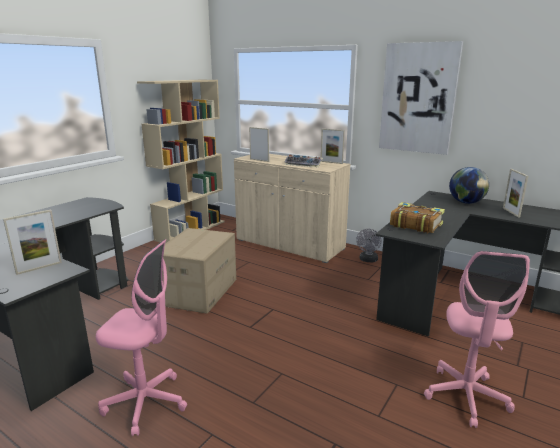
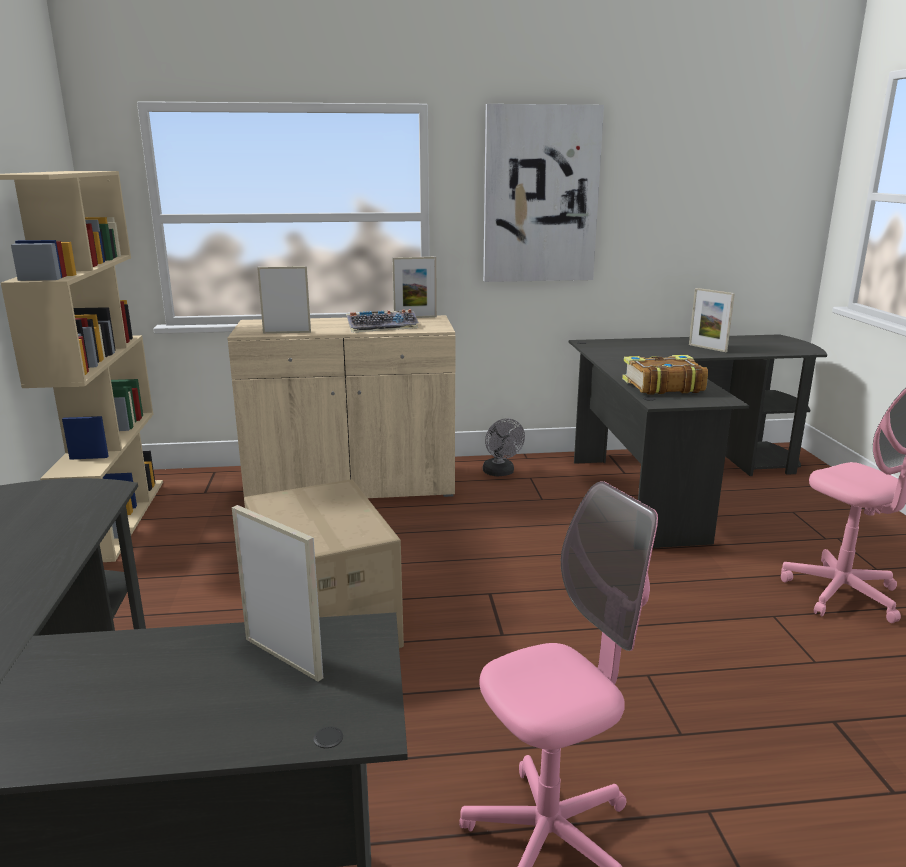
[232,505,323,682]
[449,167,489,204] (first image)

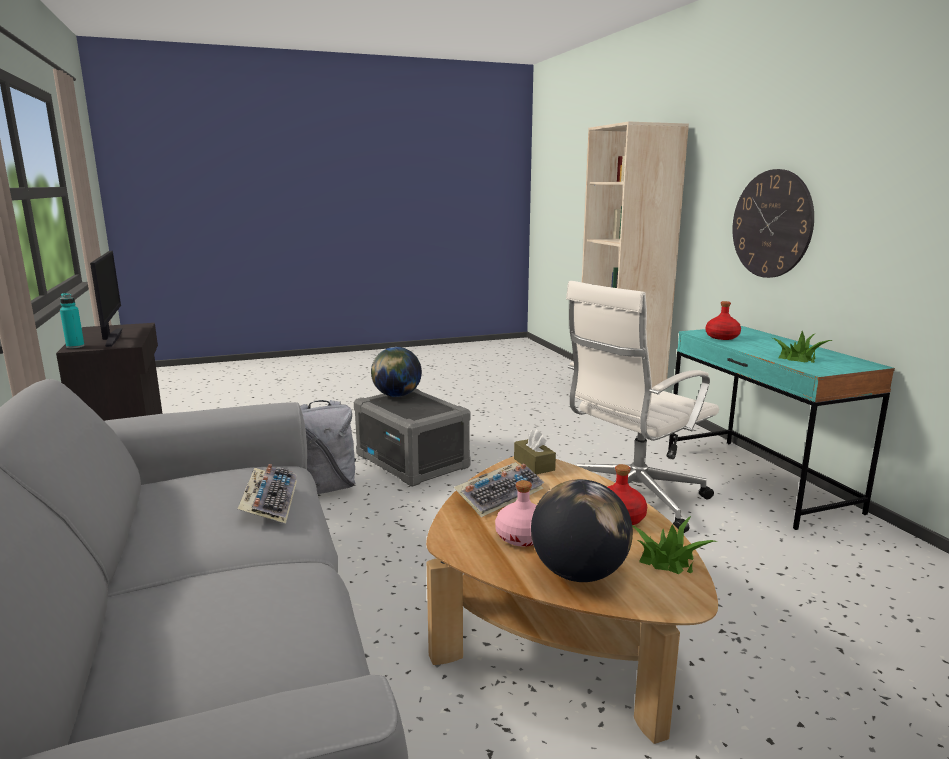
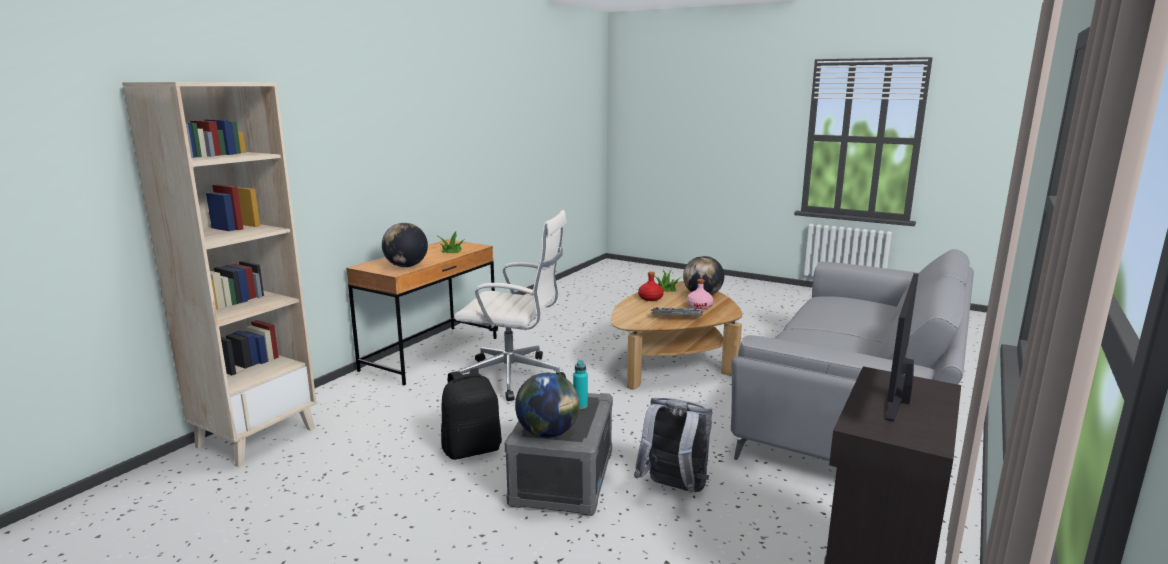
[346,239,497,385]
[382,223,428,267]
[441,368,502,460]
[573,360,588,409]
[237,464,297,523] (first image)
[514,430,556,474] (first image)
[732,169,814,278] (first image)

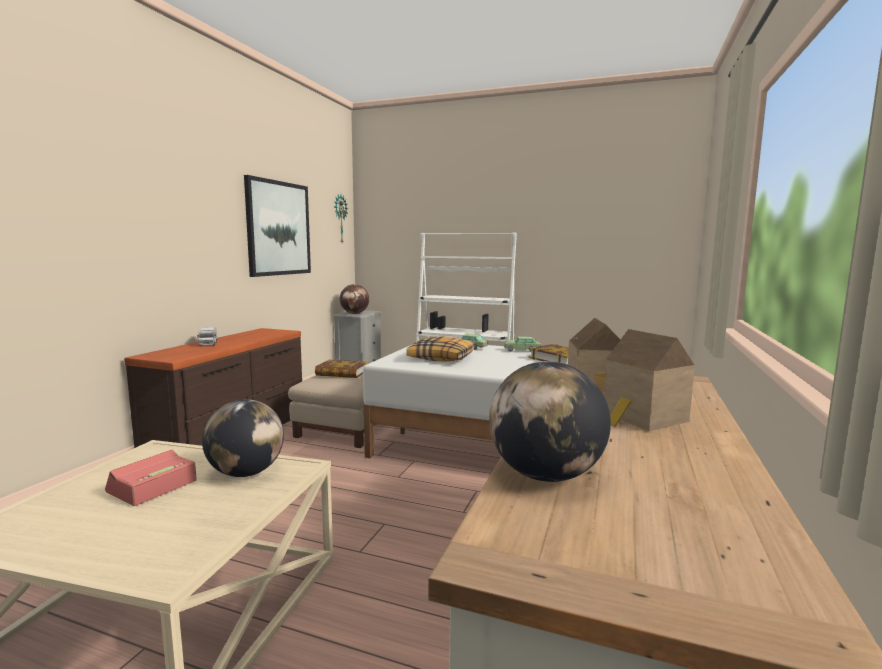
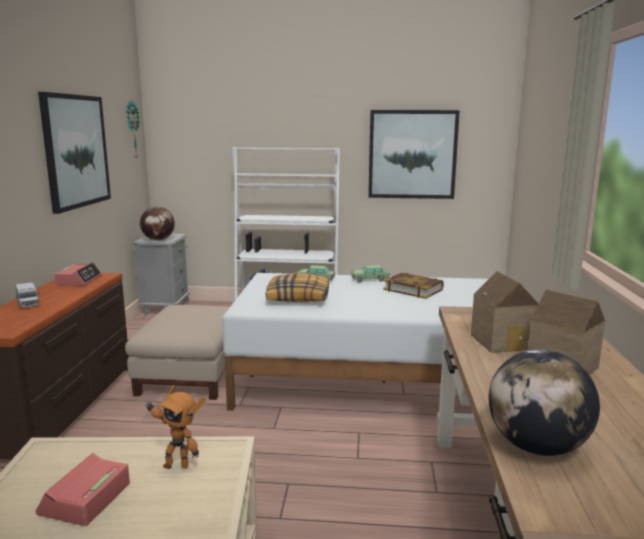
[54,262,102,286]
[145,385,206,469]
[368,110,460,199]
[315,359,368,378] (first image)

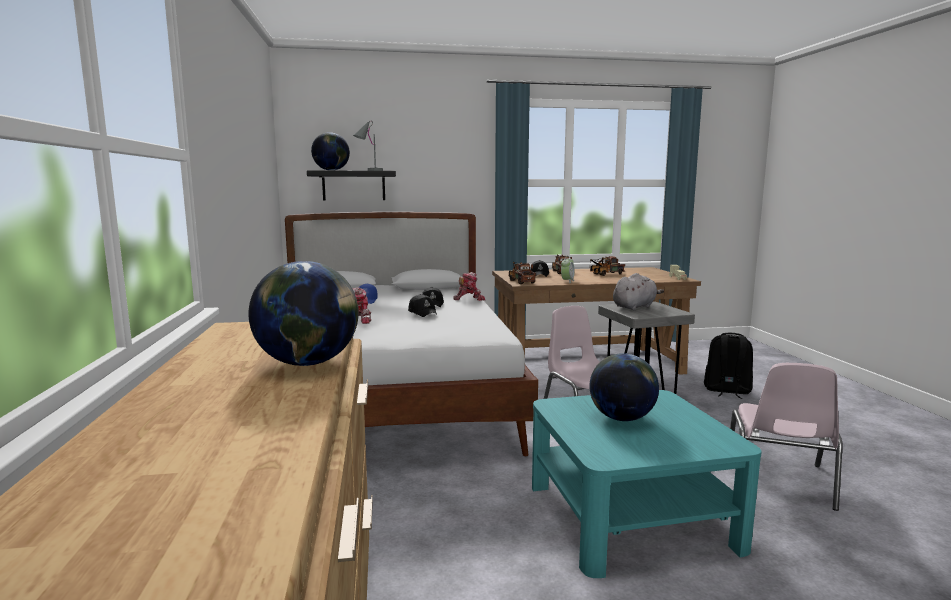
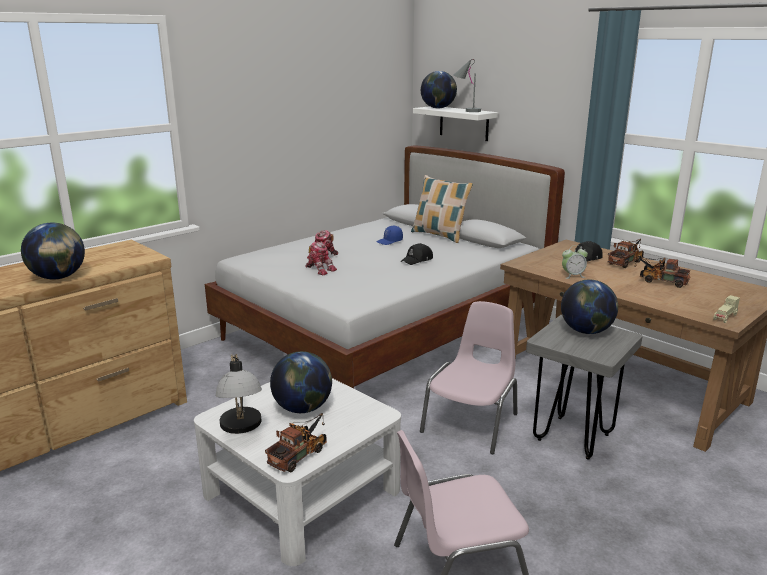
[194,378,401,566]
[216,354,262,434]
[265,413,327,472]
[305,242,337,275]
[411,175,473,243]
[413,106,498,141]
[561,280,618,334]
[408,294,437,317] (first image)
[704,333,753,399] (first image)

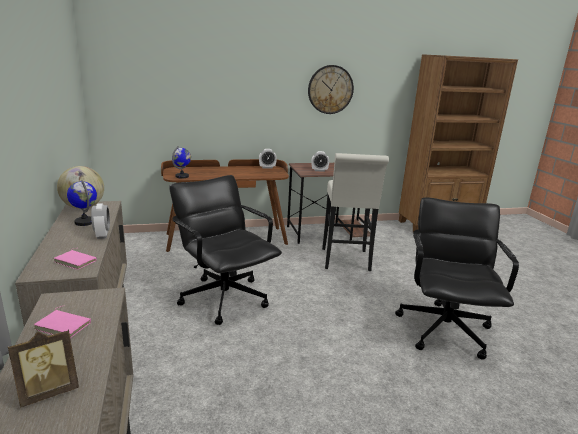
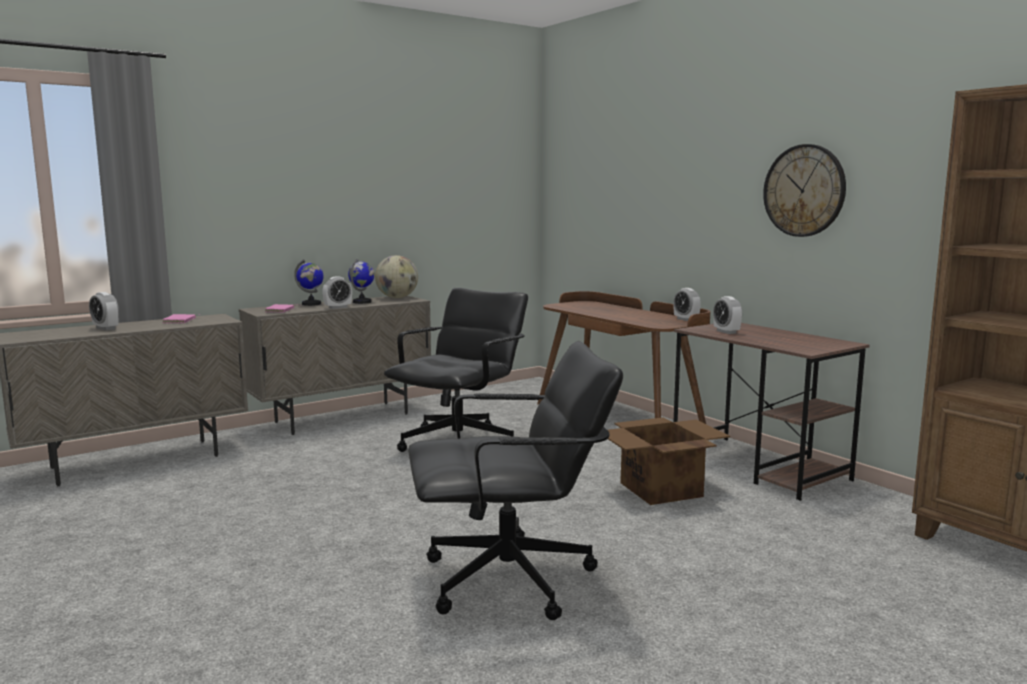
[89,292,119,331]
[294,259,324,306]
[608,417,730,505]

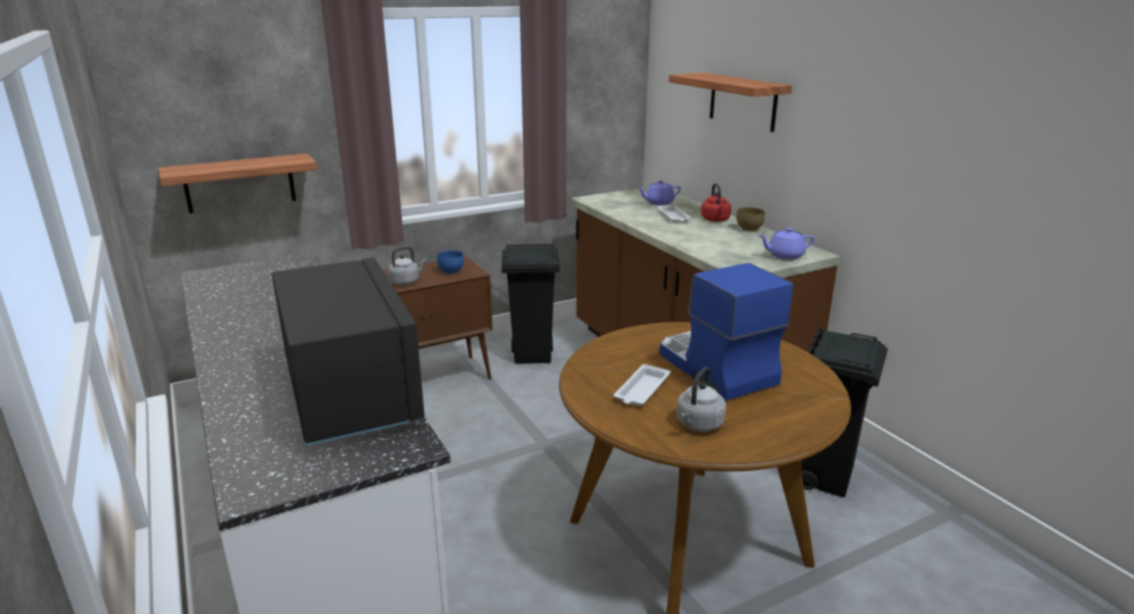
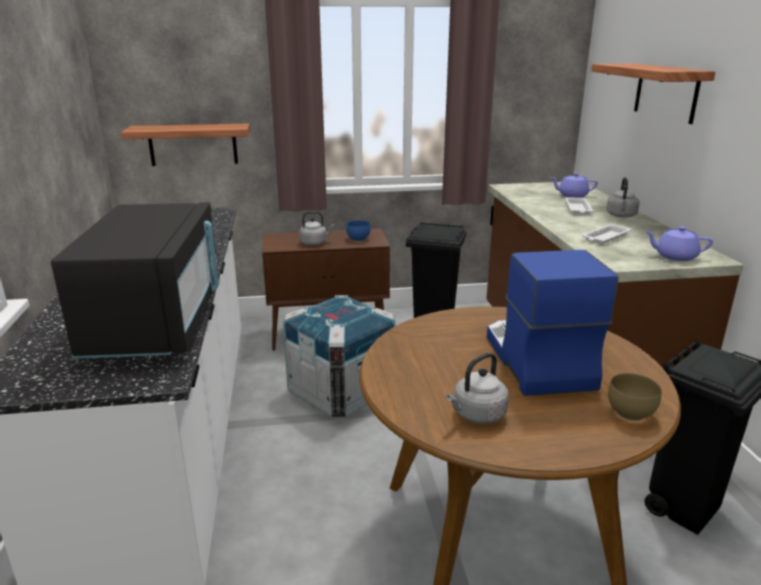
[283,295,396,419]
[582,224,632,244]
[606,177,640,218]
[608,373,662,421]

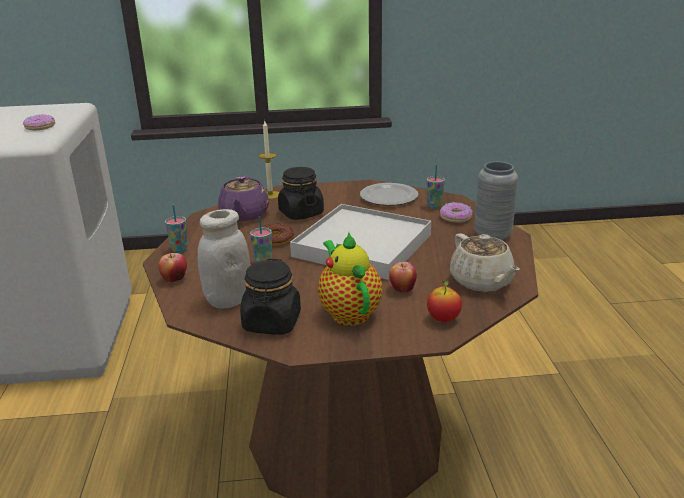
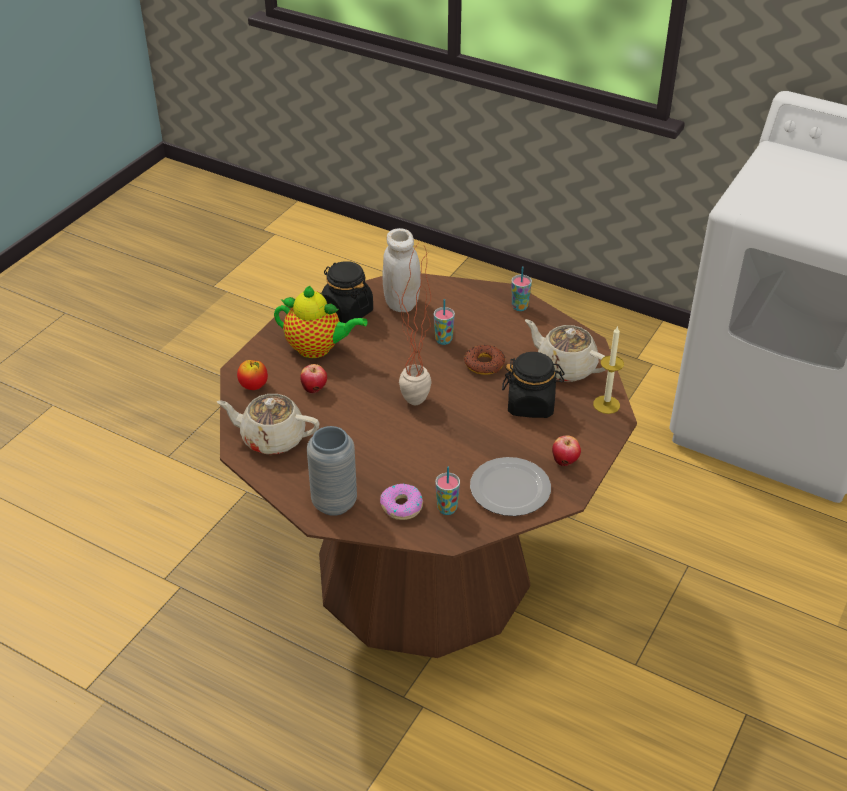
[393,244,431,405]
[525,319,606,382]
[552,436,581,466]
[23,114,55,130] (first image)

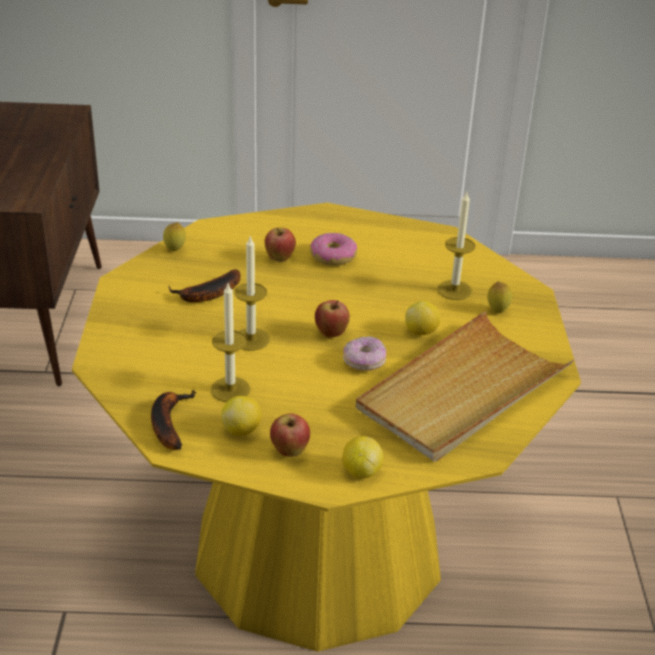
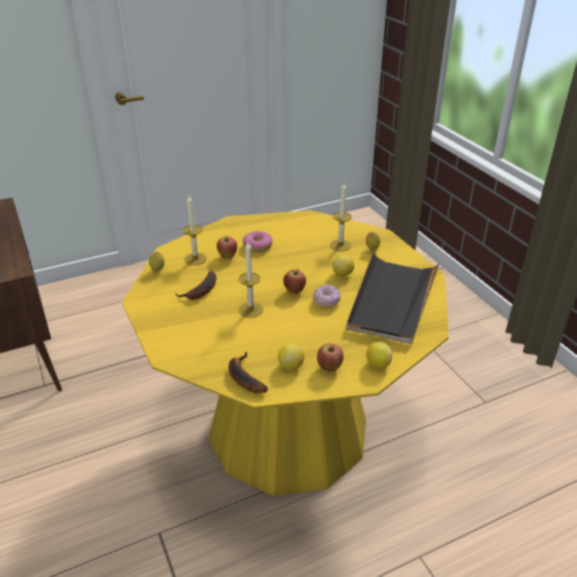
[183,195,207,265]
[346,251,440,344]

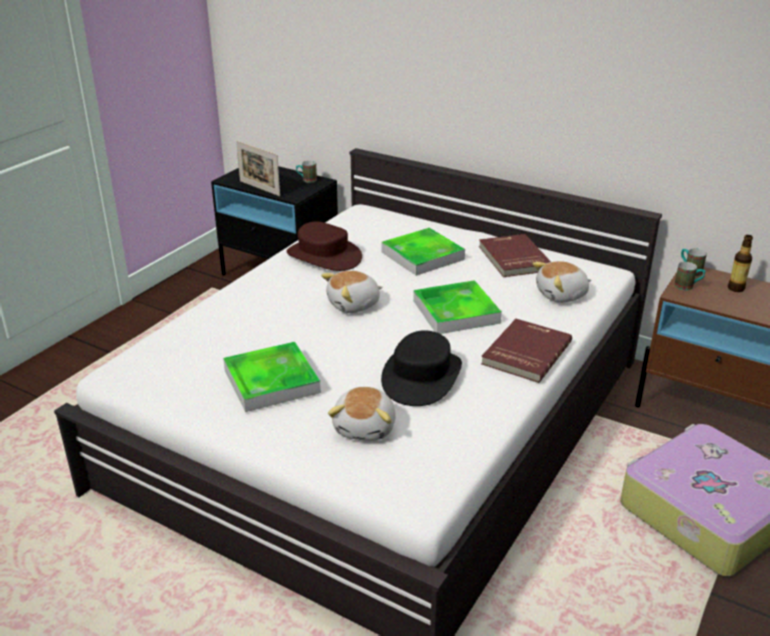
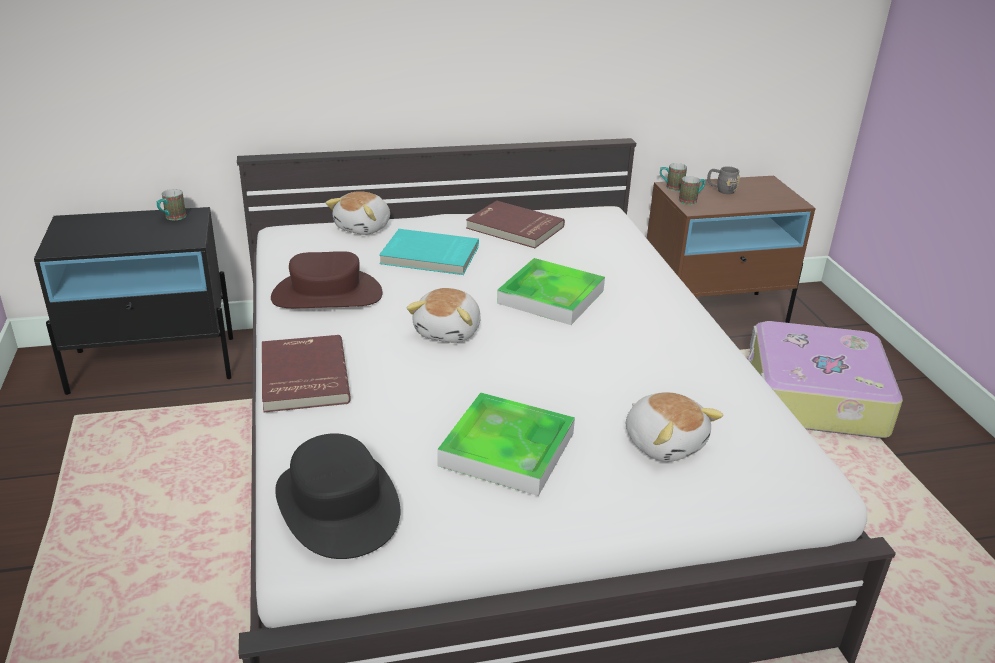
[262,335,351,412]
[275,433,400,559]
[326,191,390,235]
[379,229,479,275]
[707,166,740,194]
[236,141,280,196] (first image)

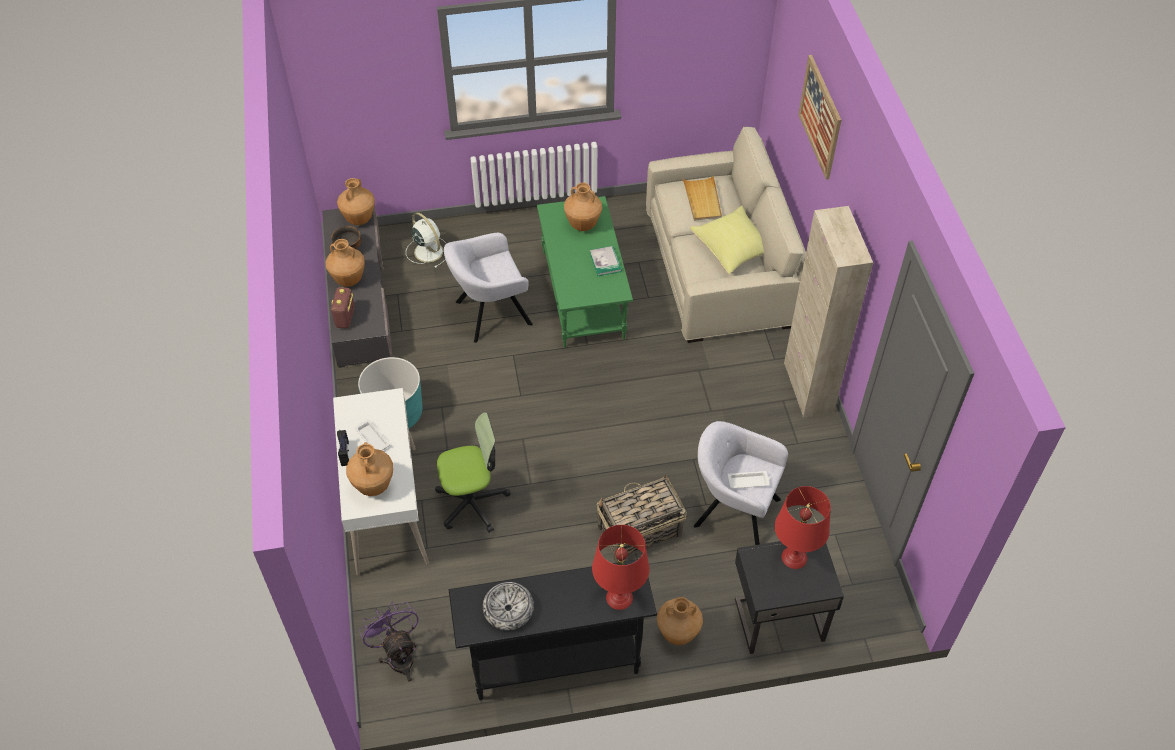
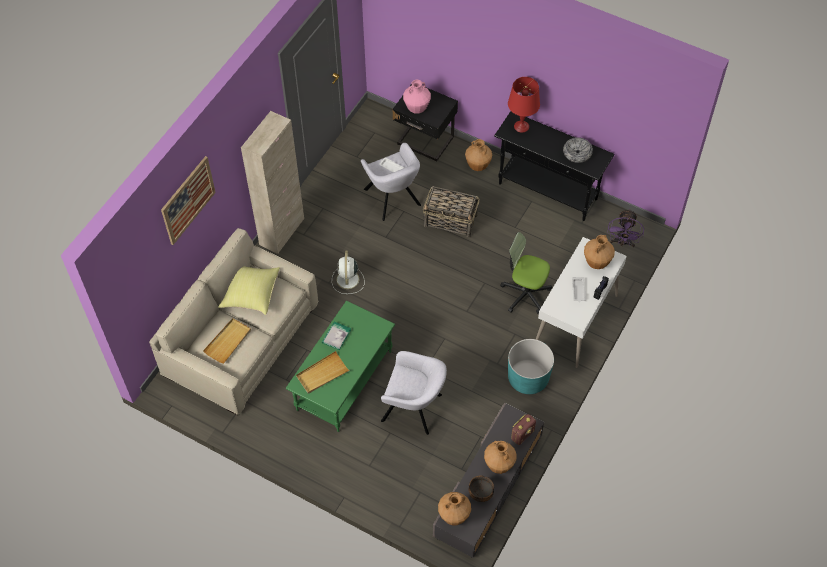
[296,351,350,394]
[332,251,365,294]
[403,80,431,114]

